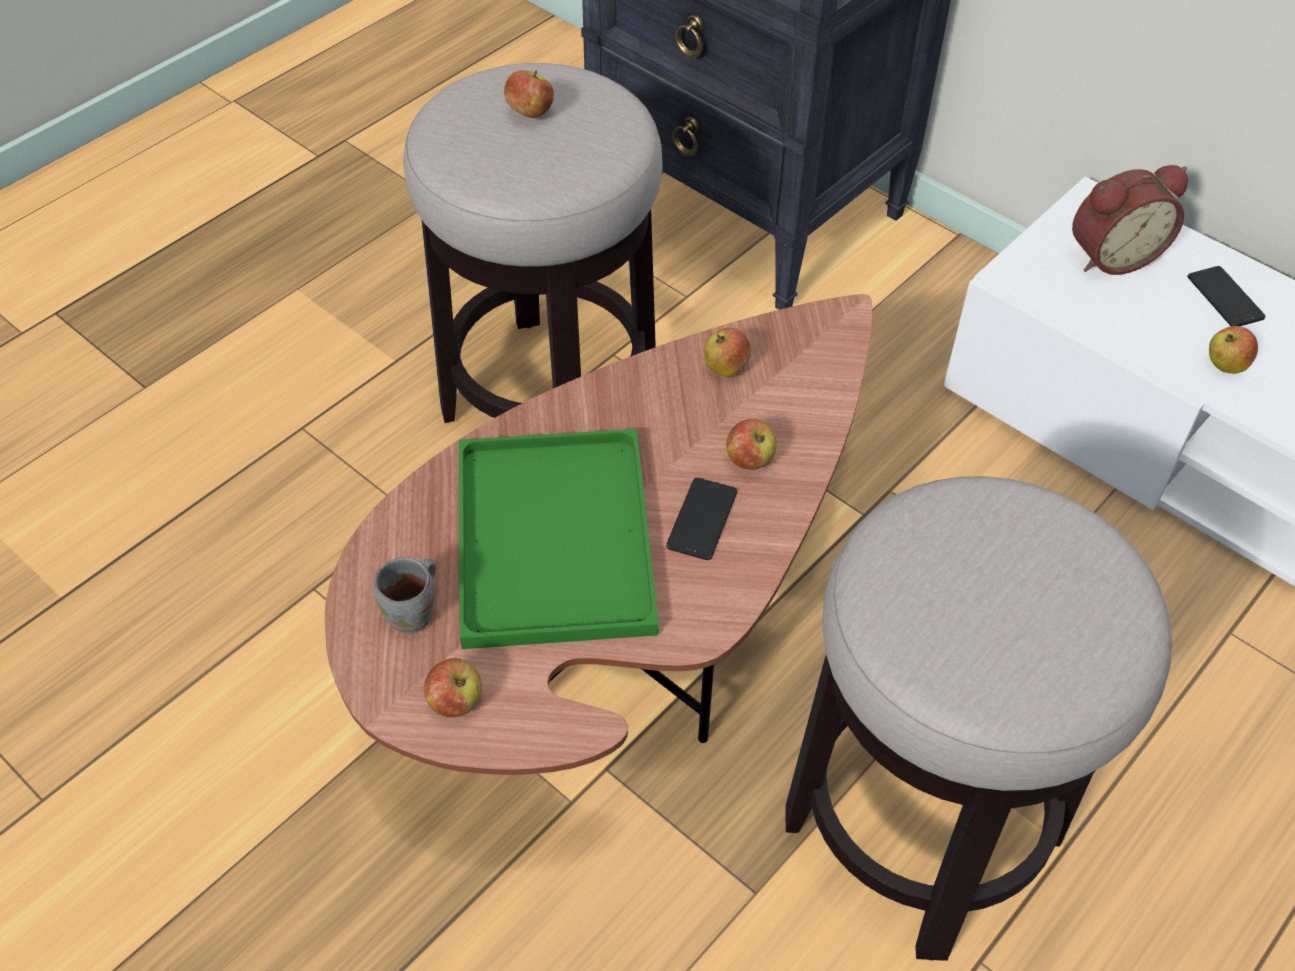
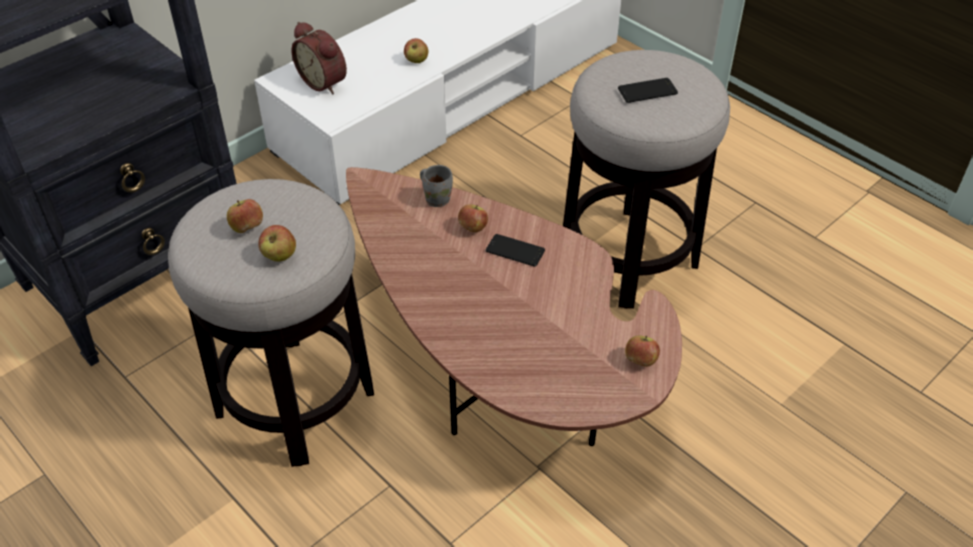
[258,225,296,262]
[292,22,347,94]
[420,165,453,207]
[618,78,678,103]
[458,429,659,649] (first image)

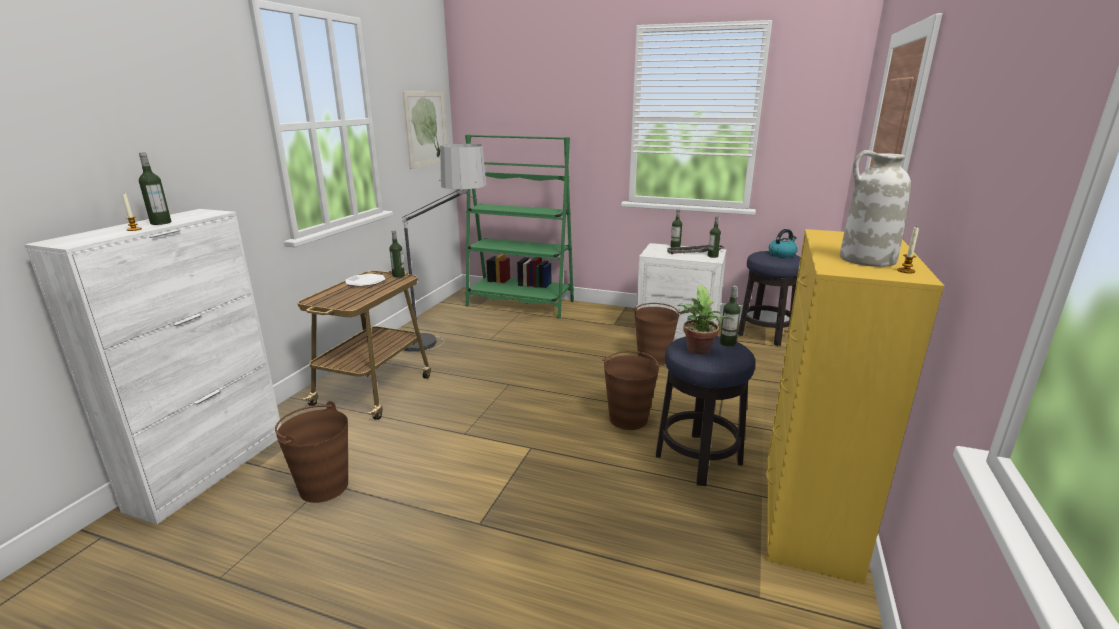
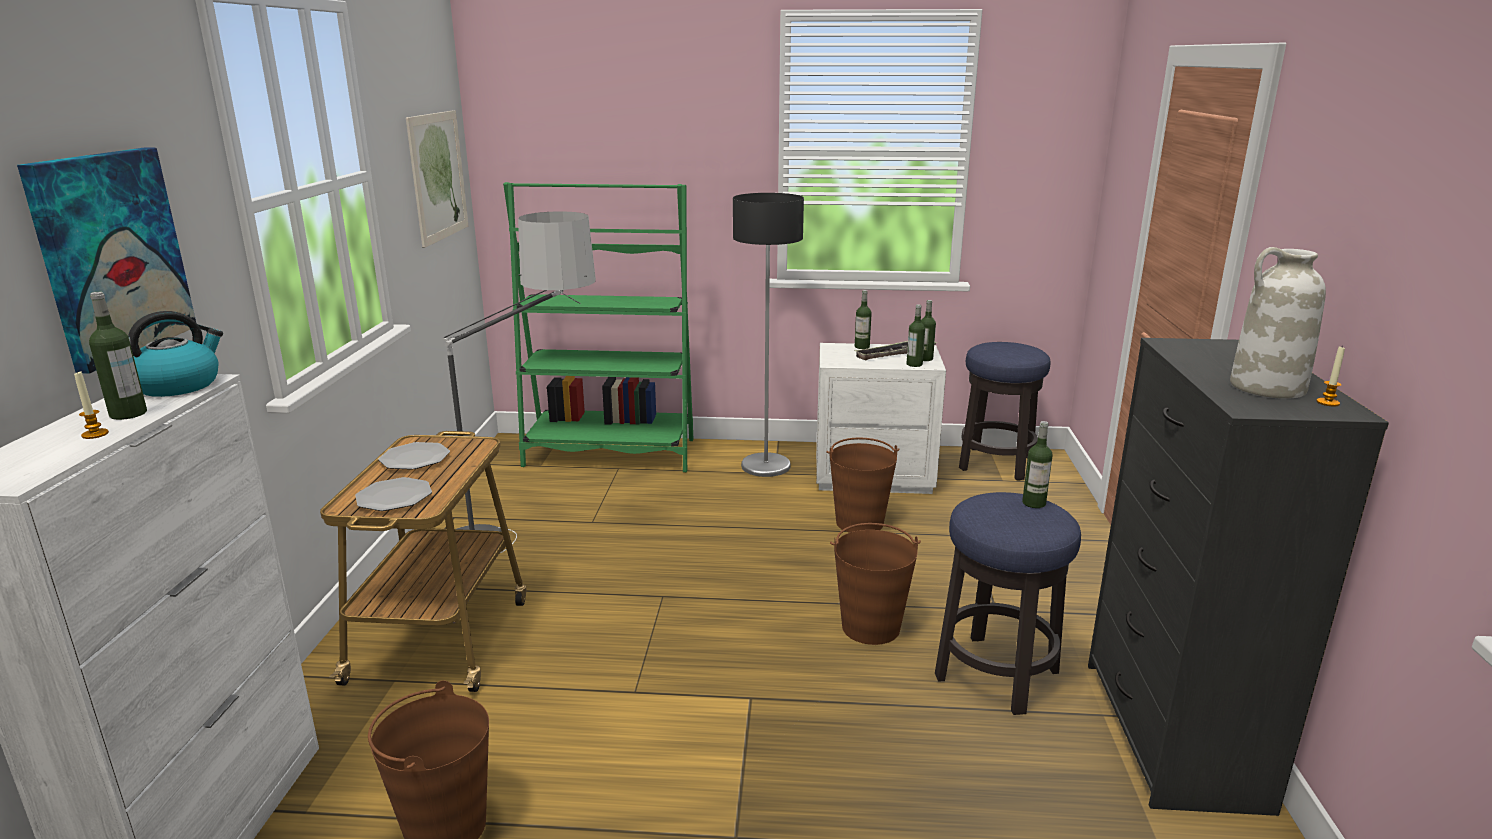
[17,148,196,374]
[128,311,223,397]
[355,477,432,511]
[733,193,804,477]
[907,304,925,367]
[1088,338,1389,816]
[678,285,733,355] (first image)

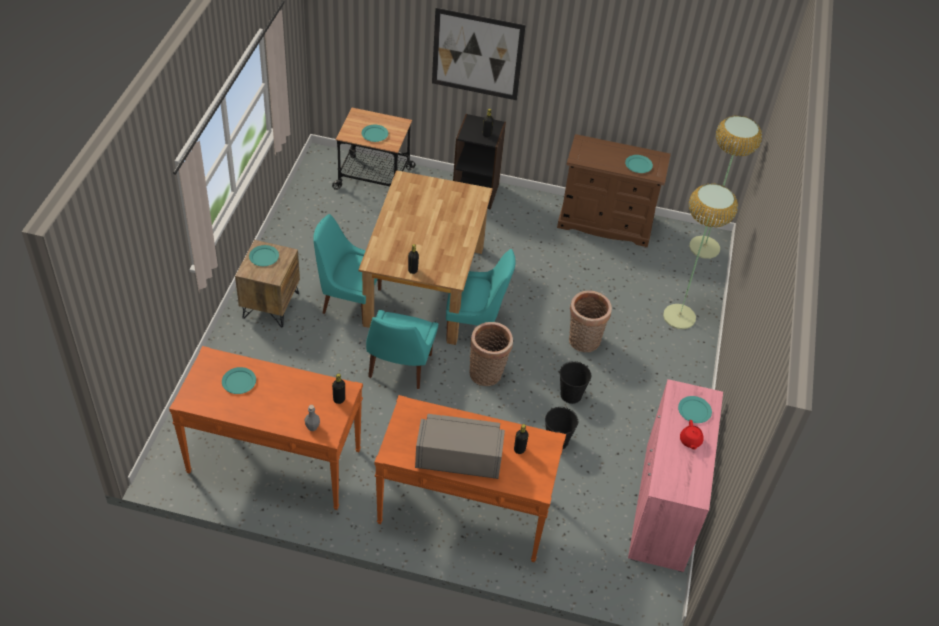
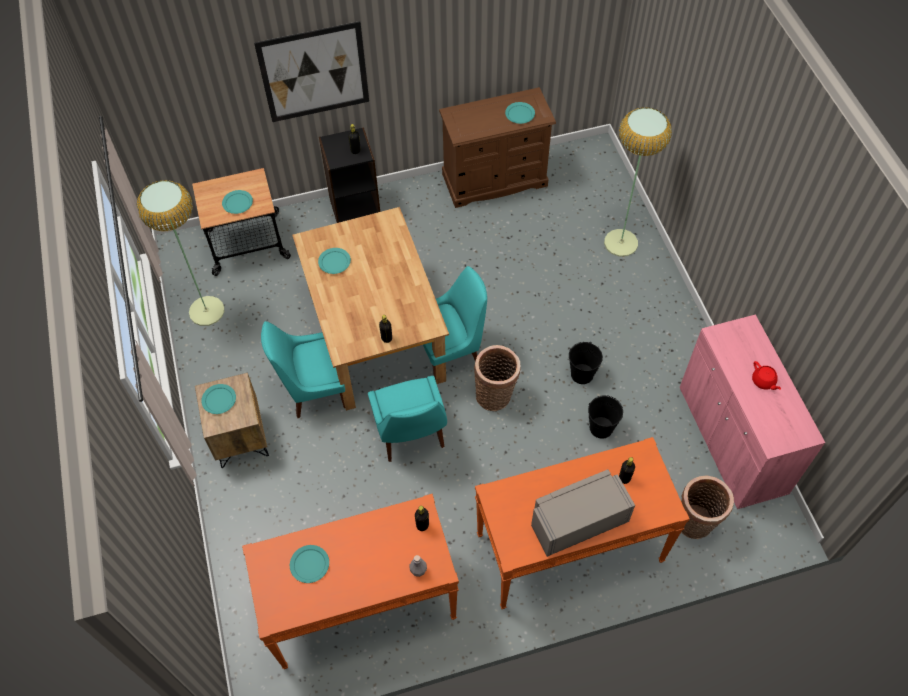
[137,180,224,326]
[318,248,351,274]
[681,475,734,539]

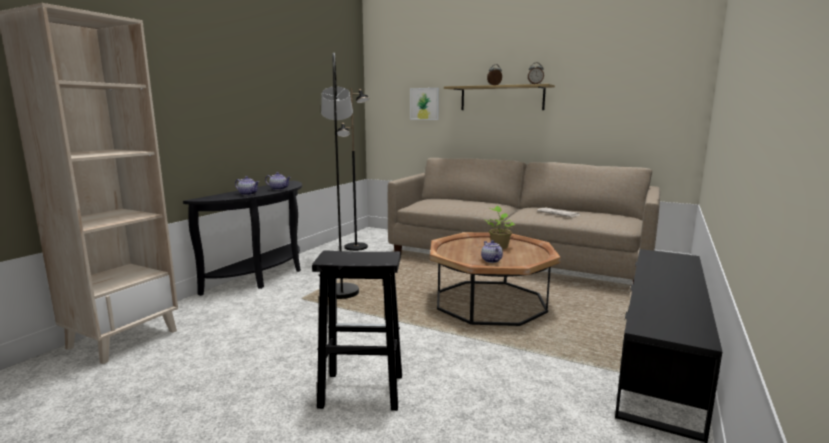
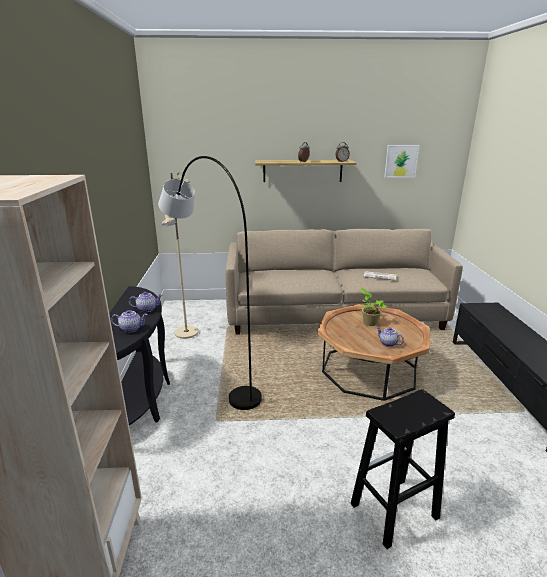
[162,172,198,339]
[384,145,419,178]

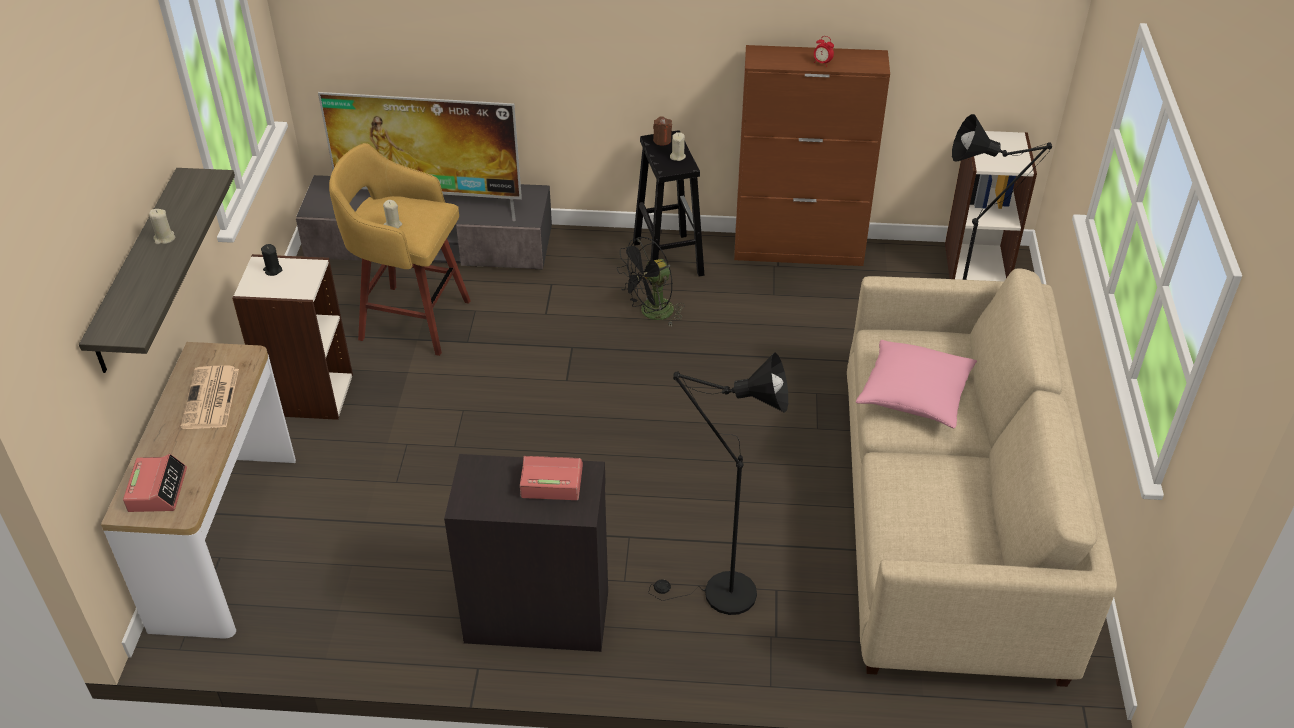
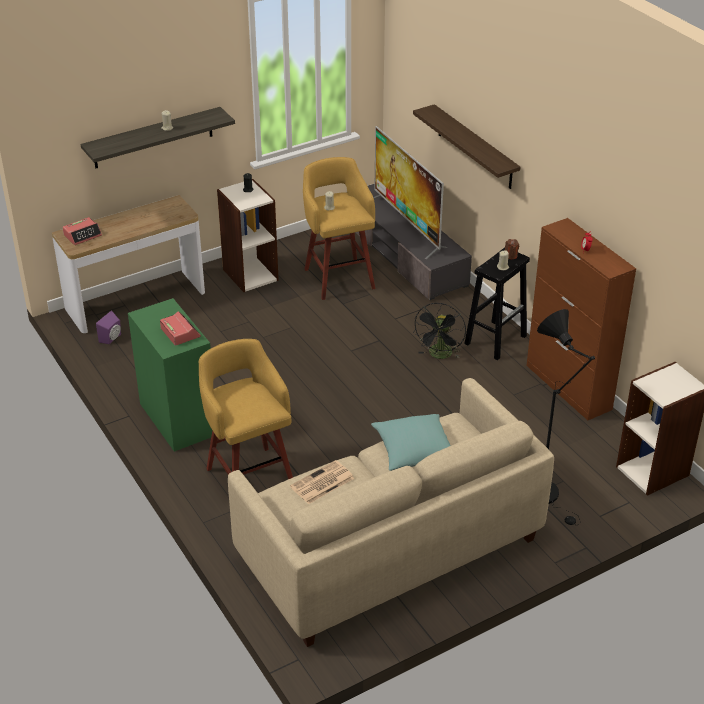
[96,311,121,344]
[128,298,212,452]
[199,339,293,479]
[290,460,354,504]
[371,414,451,471]
[413,104,521,189]
[414,303,466,359]

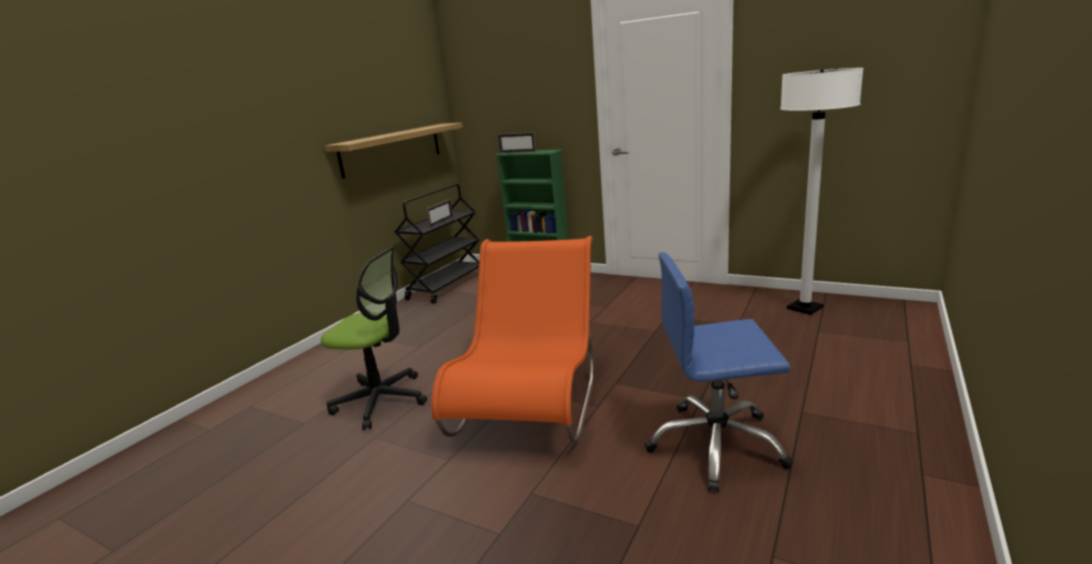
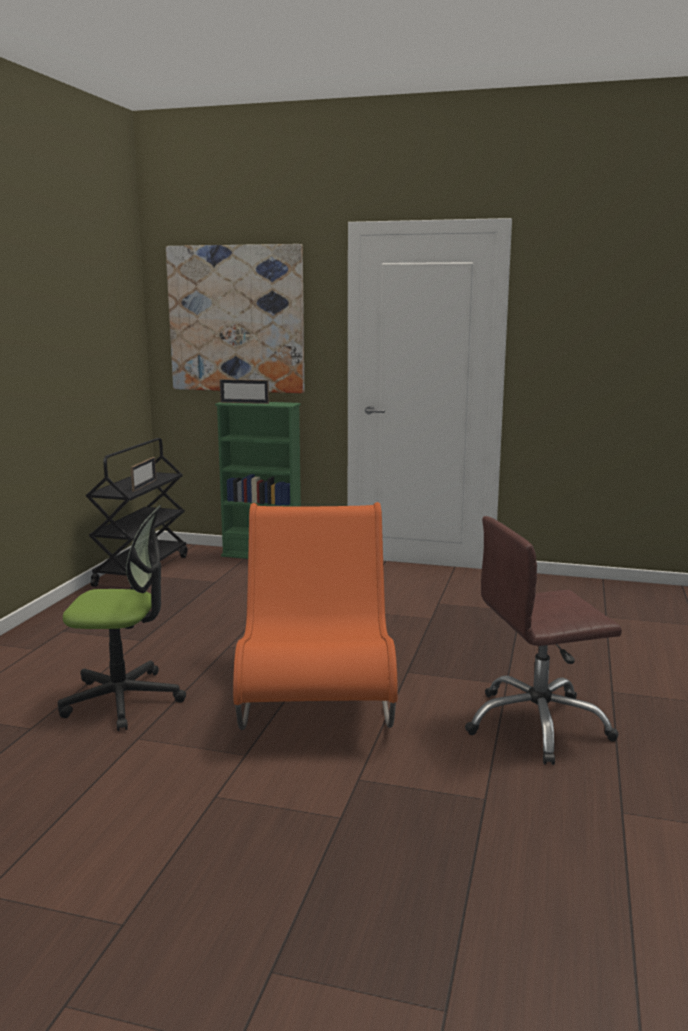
[166,244,304,393]
[465,516,622,765]
[325,123,463,179] (first image)
[780,68,864,315] (first image)

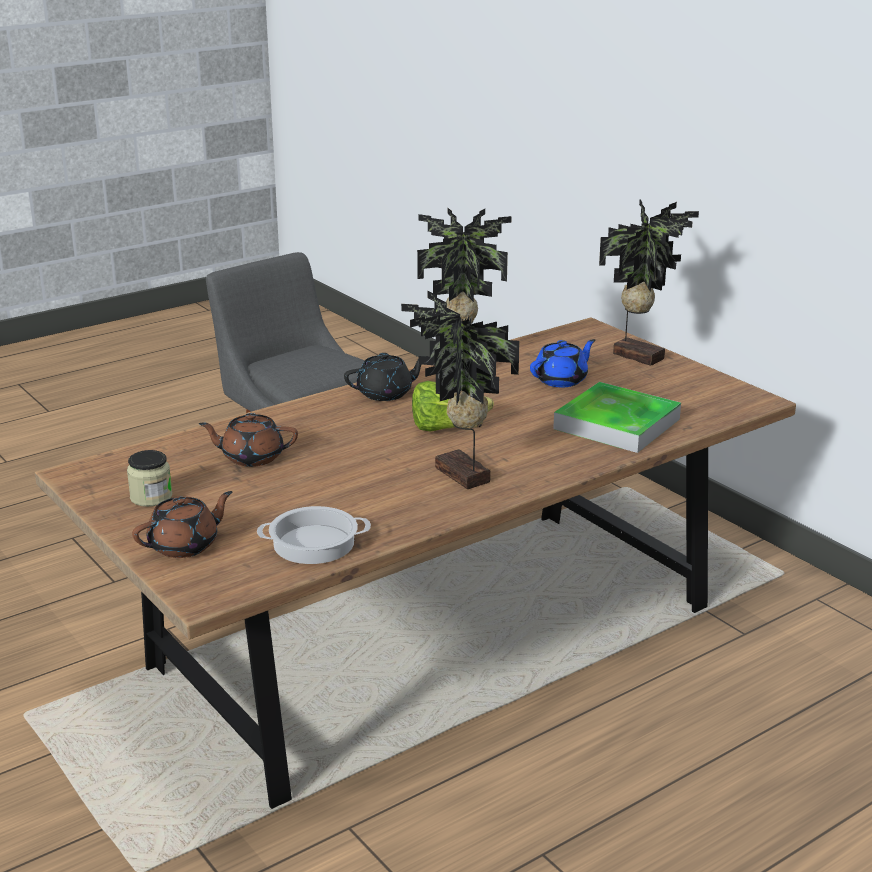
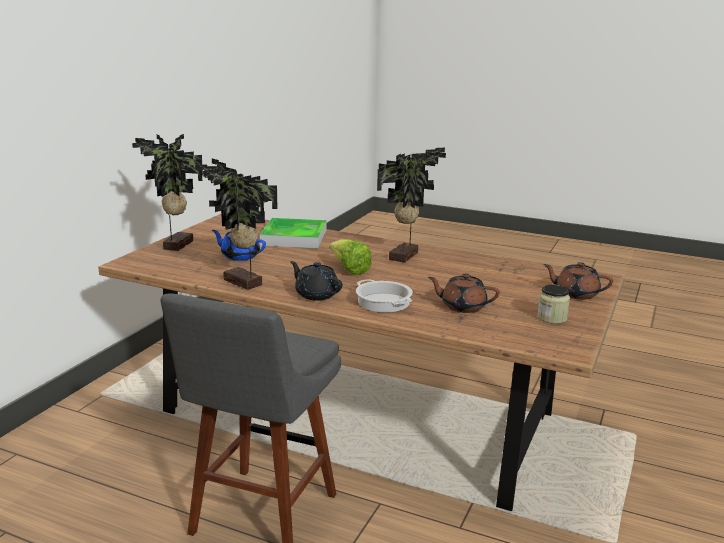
[356,279,413,312]
[428,274,499,313]

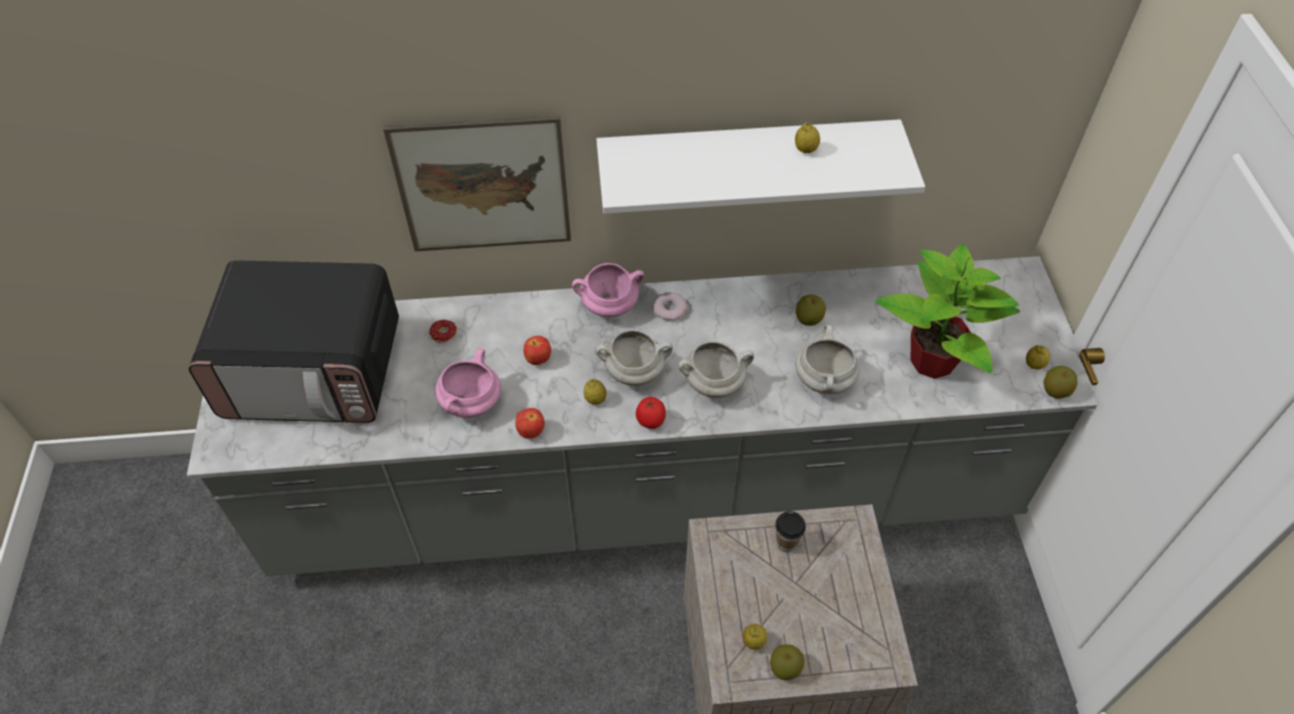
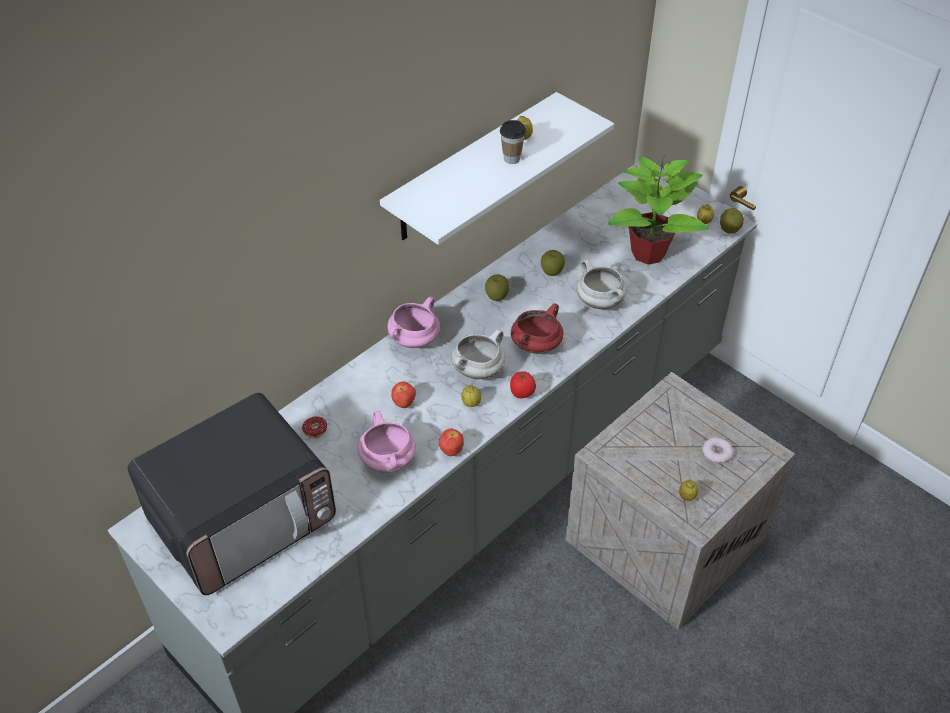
[485,274,510,301]
[500,120,526,164]
[511,303,564,354]
[702,437,734,463]
[383,116,571,251] (first image)

